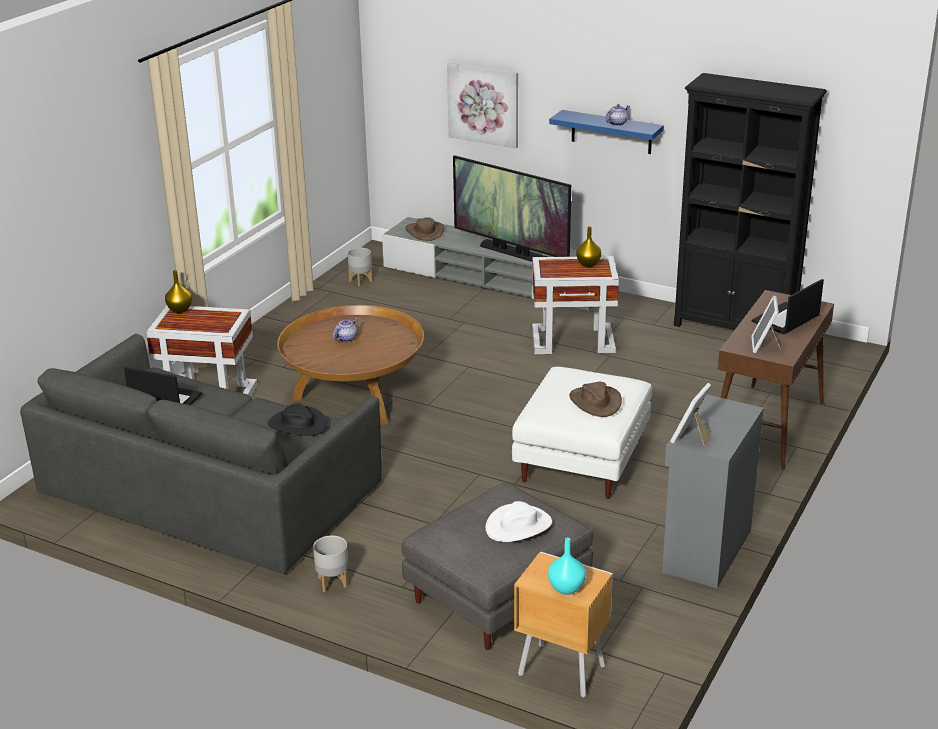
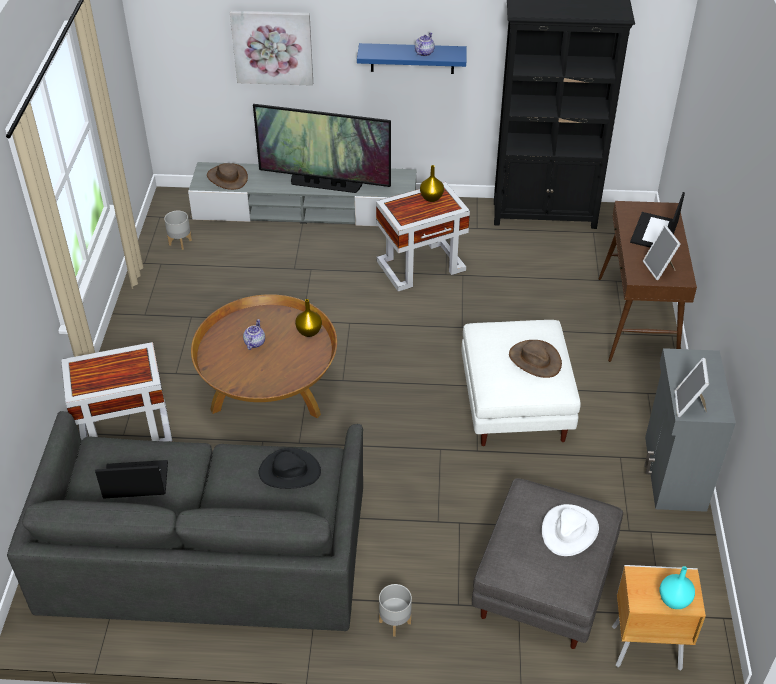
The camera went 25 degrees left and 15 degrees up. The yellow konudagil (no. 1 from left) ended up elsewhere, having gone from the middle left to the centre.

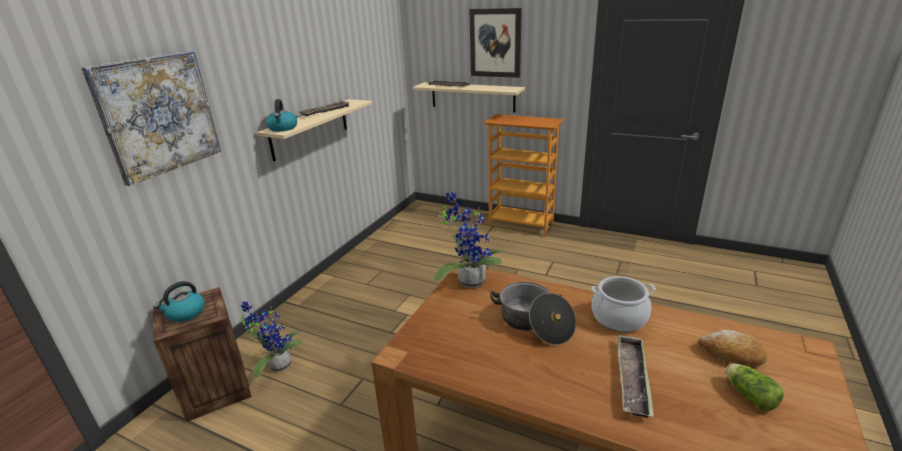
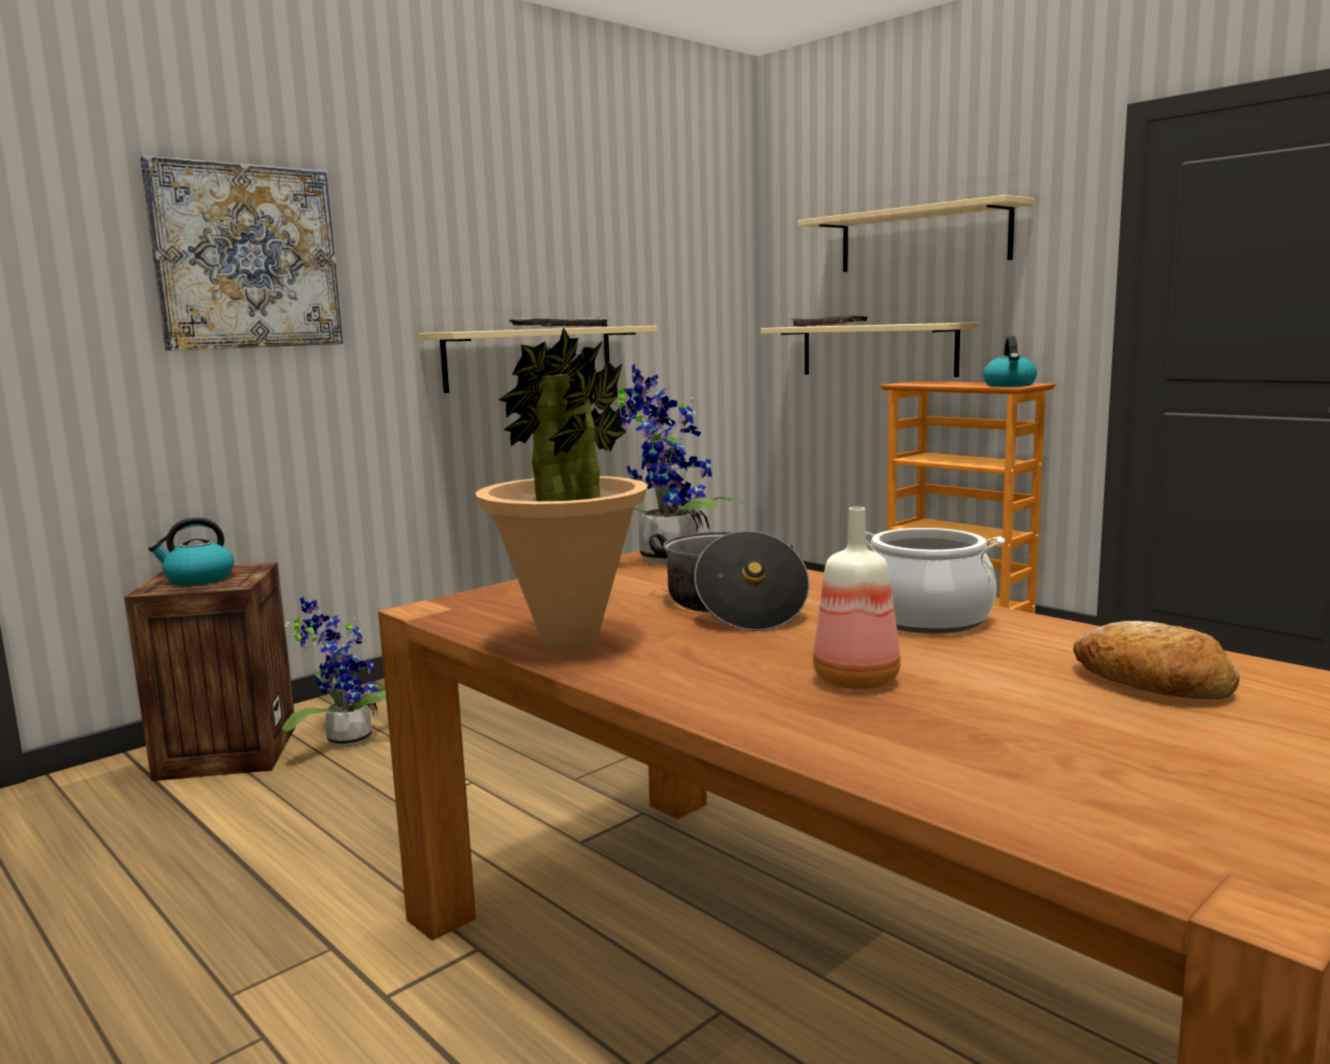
The camera went 20 degrees right and 15 degrees down. The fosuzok (no. 2 from left) ended up elsewhere, having gone from the top left to the middle right. Where the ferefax (no. 2 from left) hung at the top centre, the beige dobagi (no. 3 from left) came to hang at the top right. Where the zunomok (no. 3 from left) stood at the bottom right, the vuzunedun came to stand at the centre. The second view lost the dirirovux at the bottom right. The second view gained the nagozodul (no. 2 from left) at the centre.

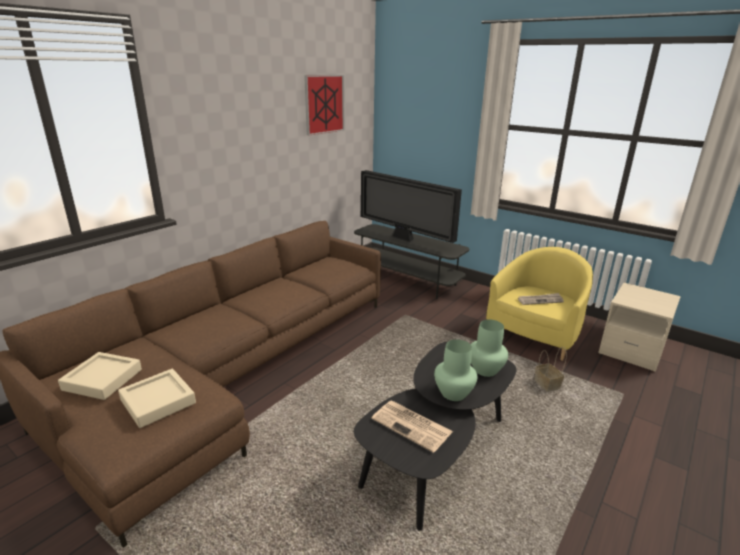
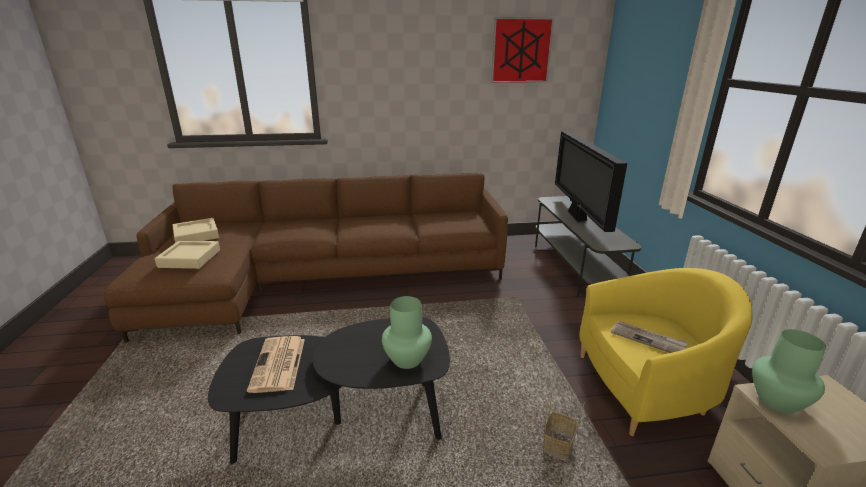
The camera went 45 degrees right and 0 degrees up. The green konudagil (no. 1 from left in the first image) ended up elsewhere, having gone from the bottom centre to the bottom right.

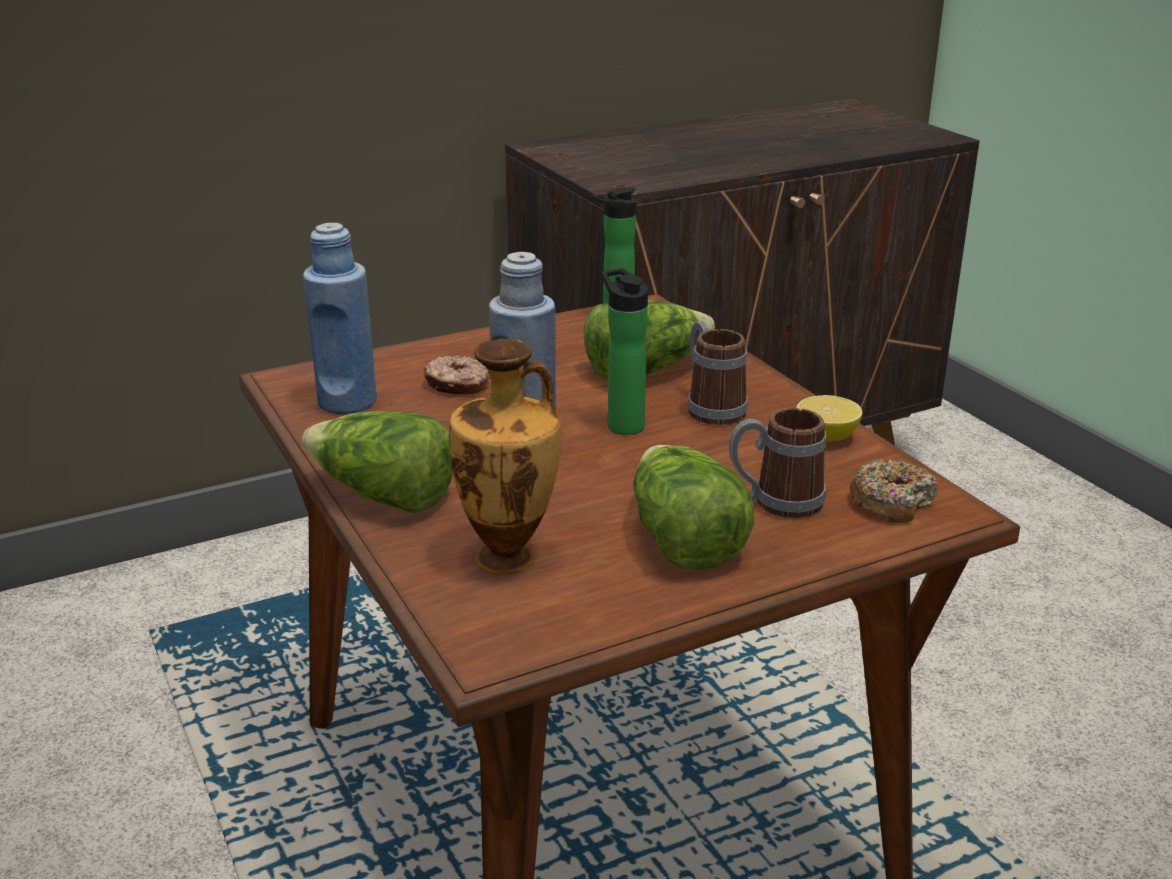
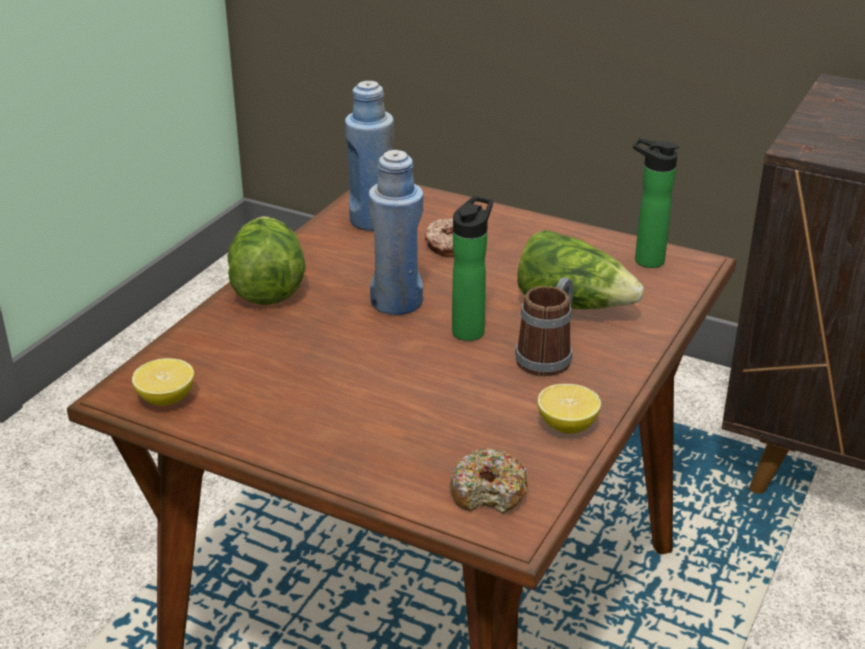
The camera went 55 degrees right and 5 degrees up. The second view lost the konudagil at the centre. The second view lost the dirirovux (no. 3 from left) at the centre. The second view lost the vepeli (no. 2 from left) at the centre. The second view gained the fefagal (no. 1 from left) at the middle left.

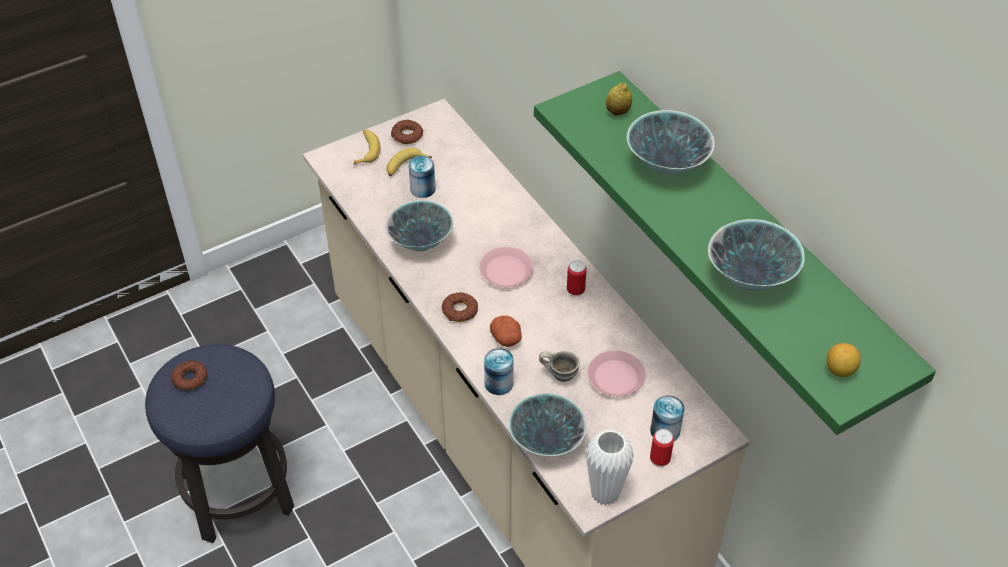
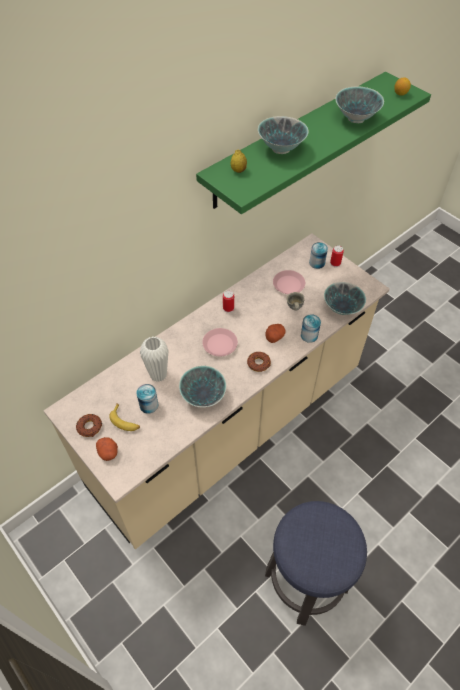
The camera went 100 degrees left and 5 degrees up. The second view lost the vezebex (no. 1 from left) at the middle left. Where the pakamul (no. 1 from left) stood at the top centre, the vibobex (no. 1 from left) came to stand at the middle left. The white konudagil ended up elsewhere, having gone from the bottom centre to the centre.

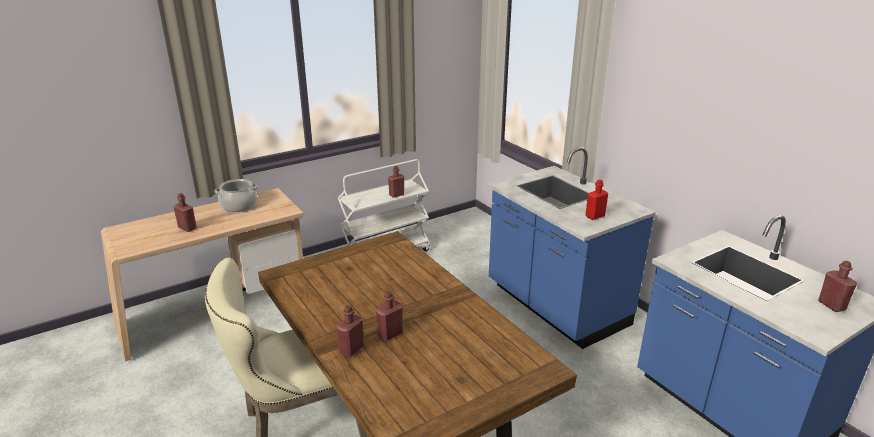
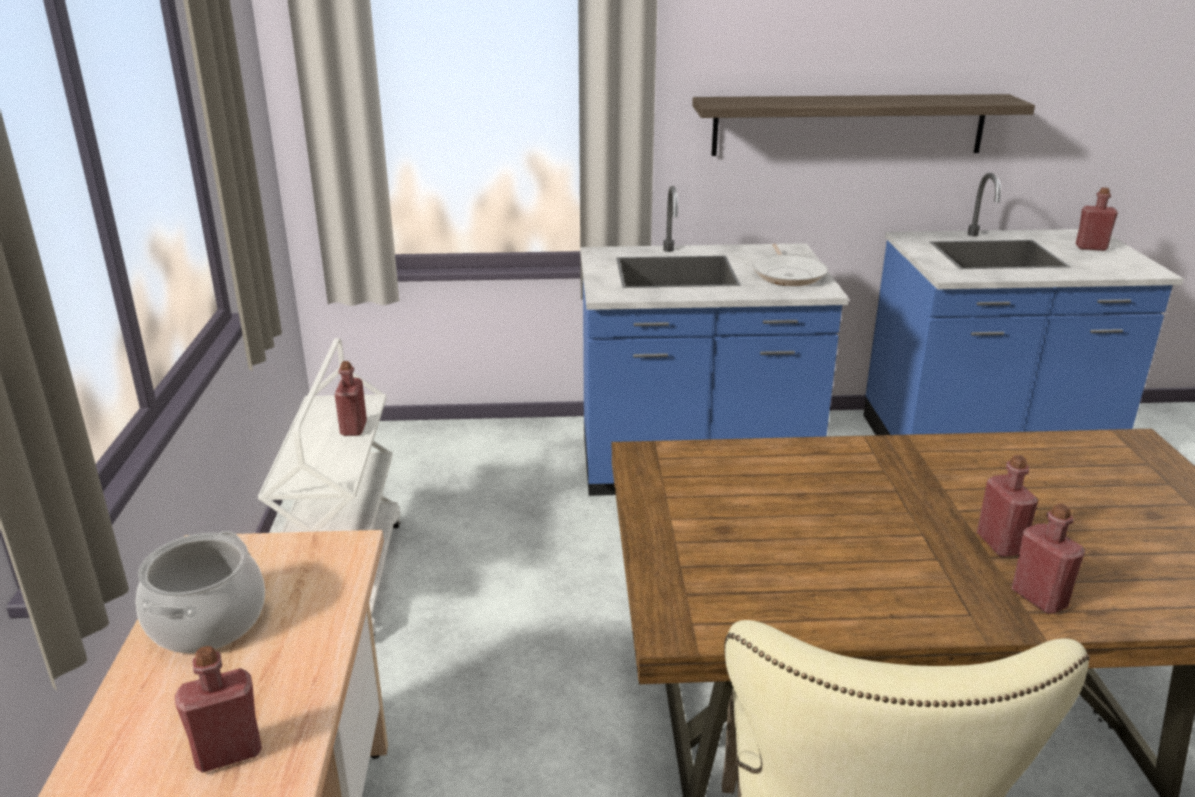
The camera went 60 degrees left and 0 degrees up. Where the red vuzunedun (no. 5 from left) stood at the middle right, the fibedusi came to stand at the top centre. The second view gained the dobagi at the top right.

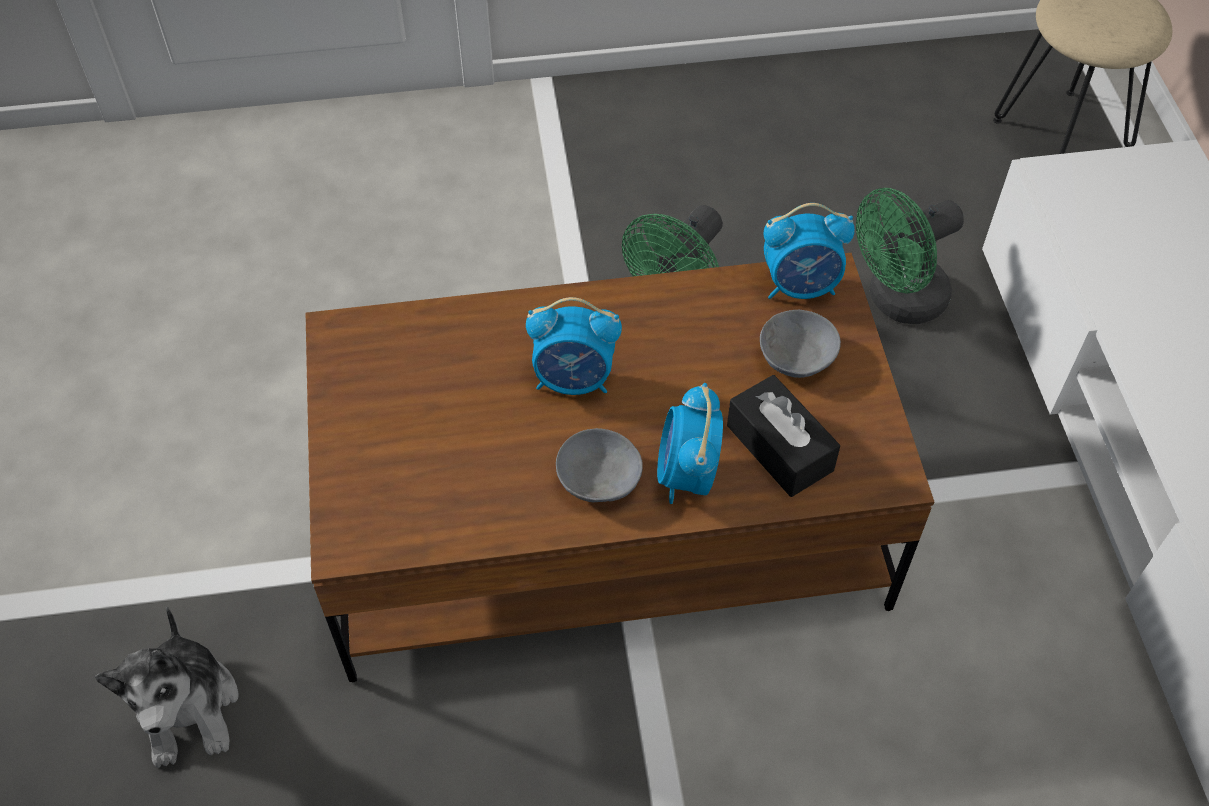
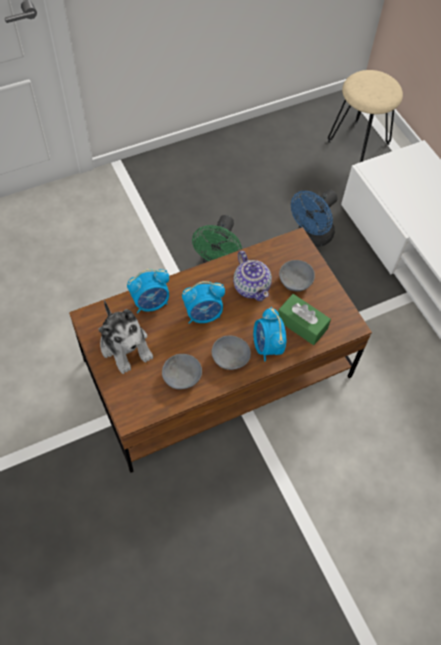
The camera went 20 degrees left and 5 degrees up. The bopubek ended up elsewhere, having gone from the bottom left to the middle left. What was the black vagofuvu at the centre turned into the green vagofuvu at the middle right. The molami (no. 3 from left in the first image) ended up elsewhere, having gone from the top right to the centre. What was the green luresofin (no. 2 from left) at the top right turned into the blue luresofin at the middle right. The second view gained the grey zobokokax (no. 1 from left) at the centre. The second view gained the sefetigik at the centre.

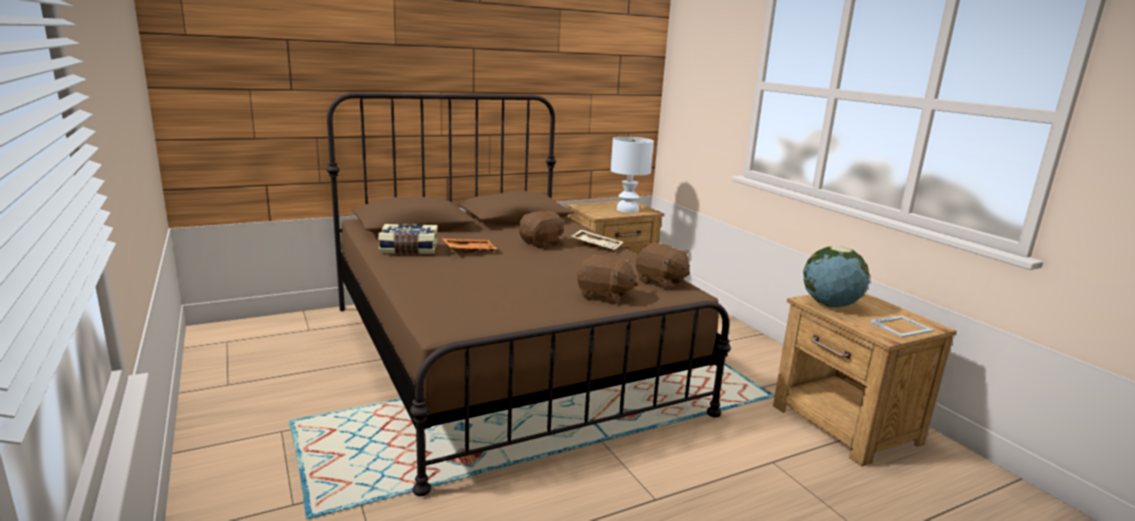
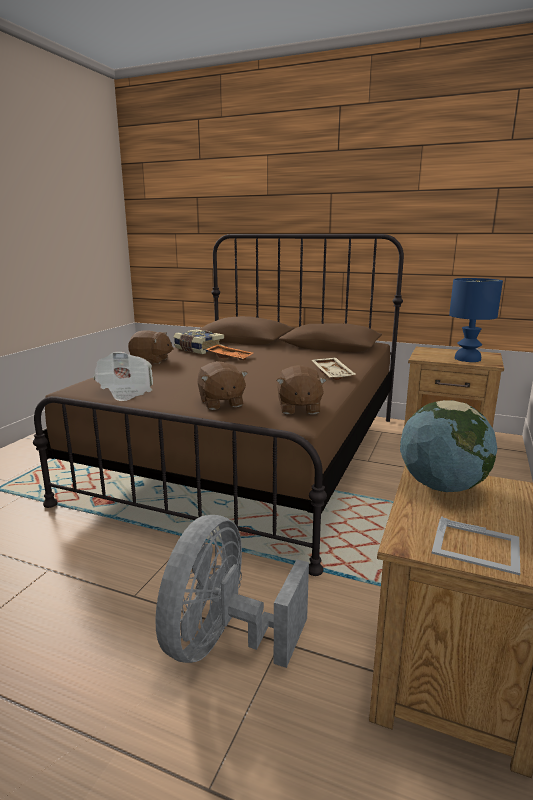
The camera went 50 degrees right and 0 degrees up. The brown bopubek (no. 1 from left) ended up elsewhere, having gone from the centre to the middle left. What was the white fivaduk at the centre turned into the blue fivaduk at the middle right. The second view gained the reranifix at the middle left. The second view gained the grey luresofin at the bottom centre.

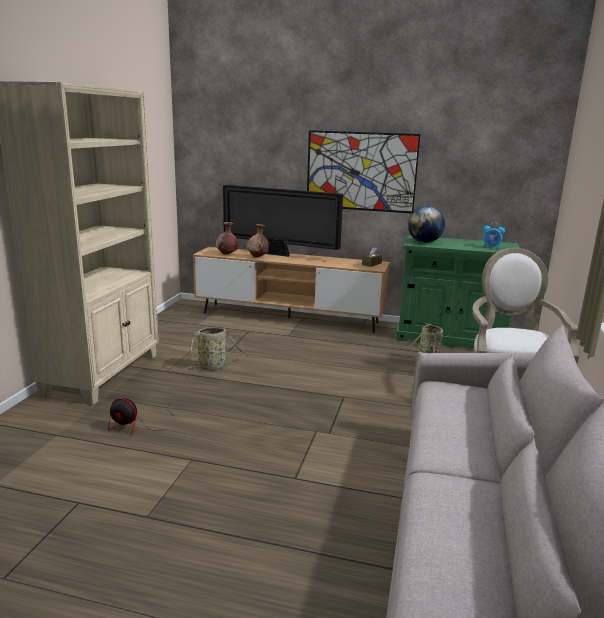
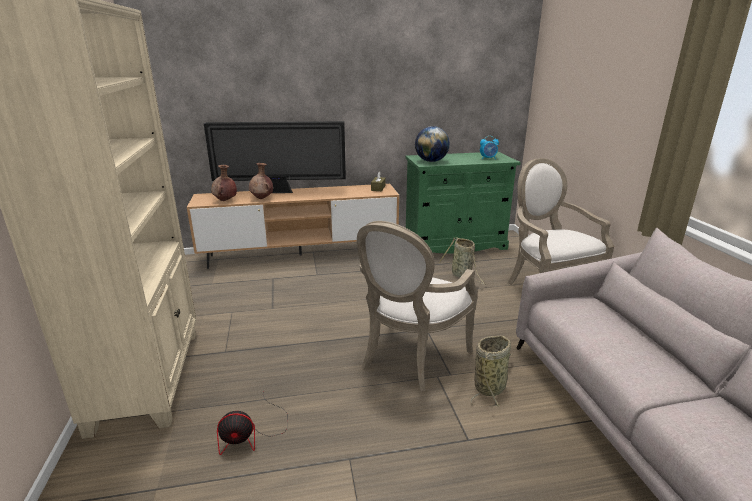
The camera went 25 degrees left and 5 degrees up. The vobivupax (no. 1 from left in the first image) ended up elsewhere, having gone from the centre to the bottom centre. The second view lost the ferefax at the top centre. The second view gained the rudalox (no. 1 from left) at the centre.

